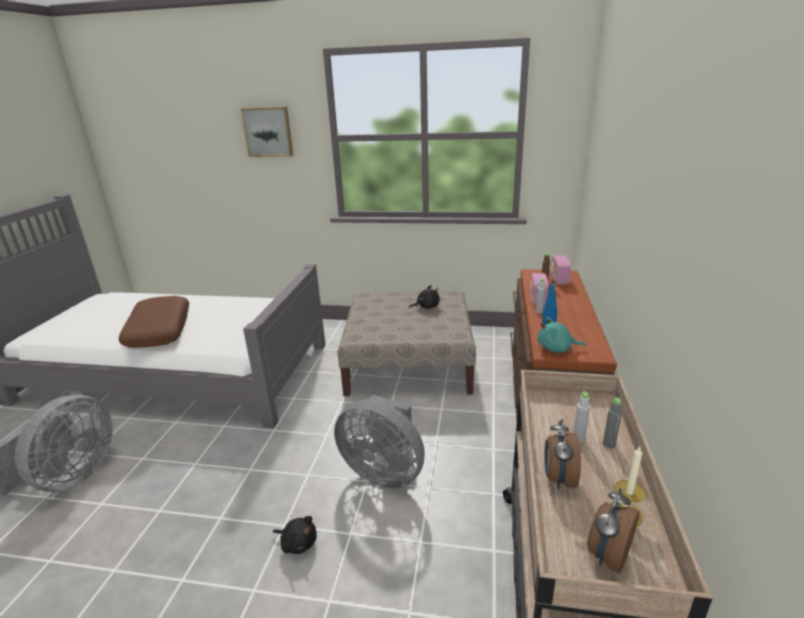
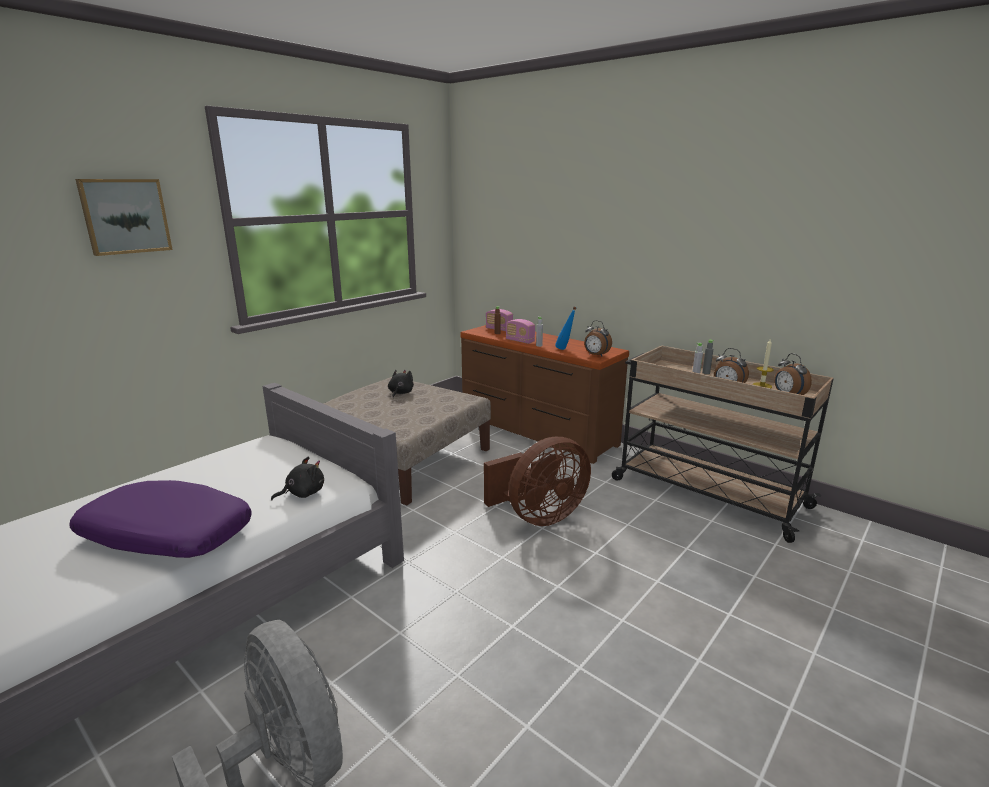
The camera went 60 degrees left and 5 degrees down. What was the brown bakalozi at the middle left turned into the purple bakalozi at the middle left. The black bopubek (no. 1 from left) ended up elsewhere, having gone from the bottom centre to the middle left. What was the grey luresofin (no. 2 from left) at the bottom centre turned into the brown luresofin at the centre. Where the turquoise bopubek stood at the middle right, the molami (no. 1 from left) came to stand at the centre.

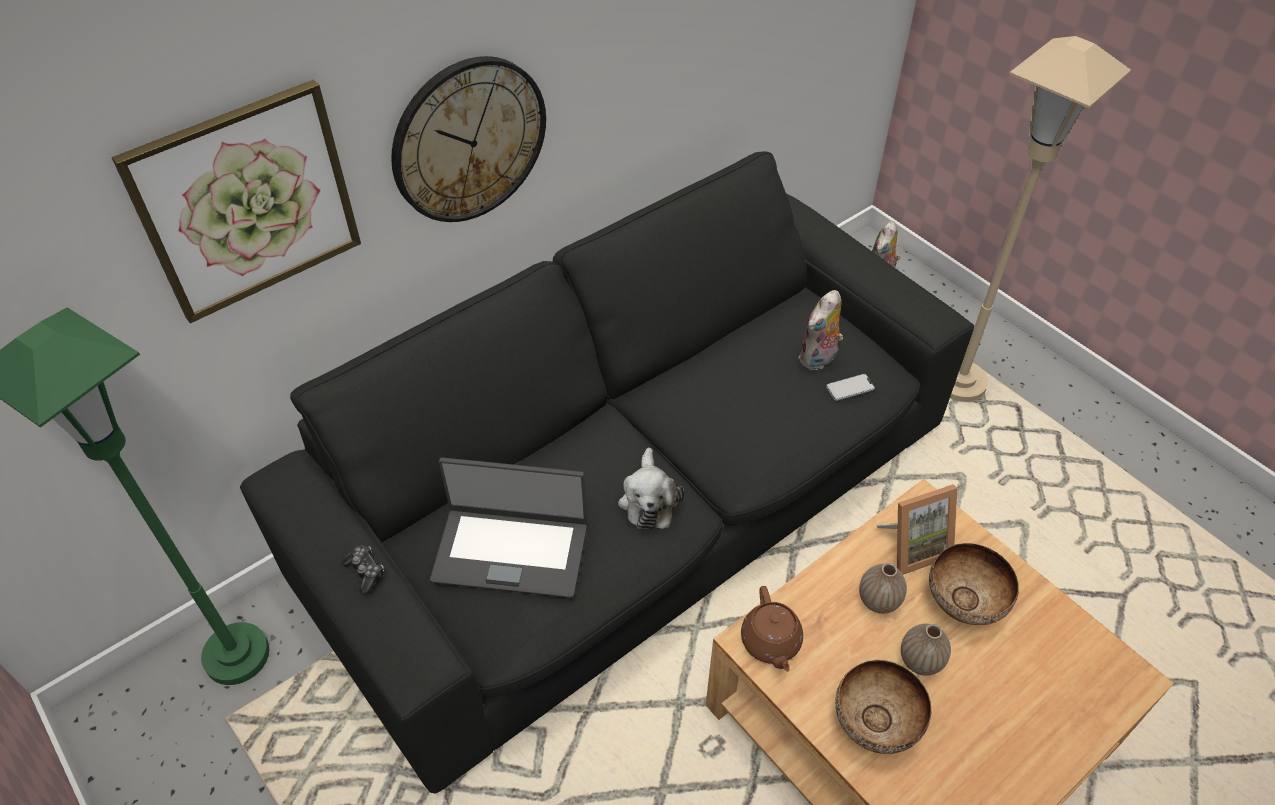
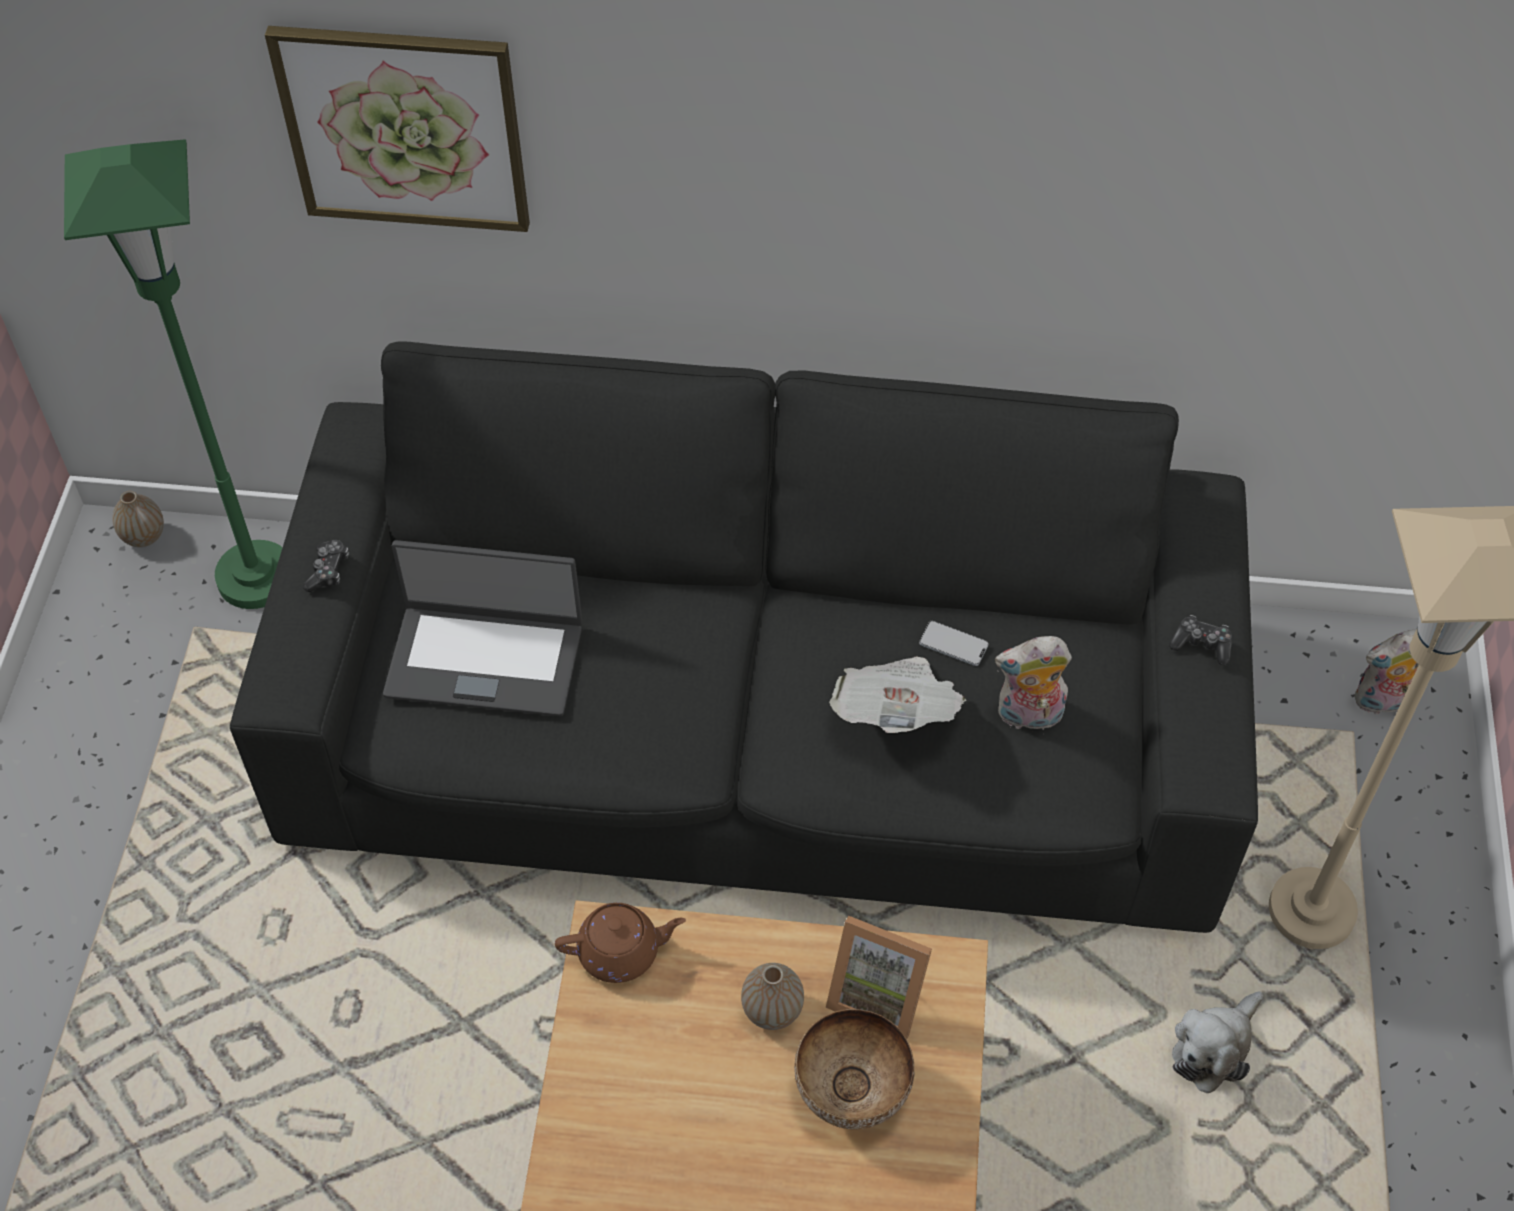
The camera went 45 degrees right and 5 degrees up. The second view lost the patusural at the top centre. The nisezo at the centre ended up facing another way, 45 degrees counterclockwise from before. The bopubek (no. 1 from left in the first image) ended up elsewhere, having gone from the centre to the bottom right. The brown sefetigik at the bottom centre ended up facing another way, 135 degrees counterclockwise from before. The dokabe ended up elsewhere, having gone from the middle right to the centre. The second view lost the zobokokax (no. 1 from left) at the bottom right. The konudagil (no. 2 from left in the first image) ended up elsewhere, having gone from the bottom right to the middle left. The second view gained the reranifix at the centre. The second view gained the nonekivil (no. 2 from left) at the middle right.

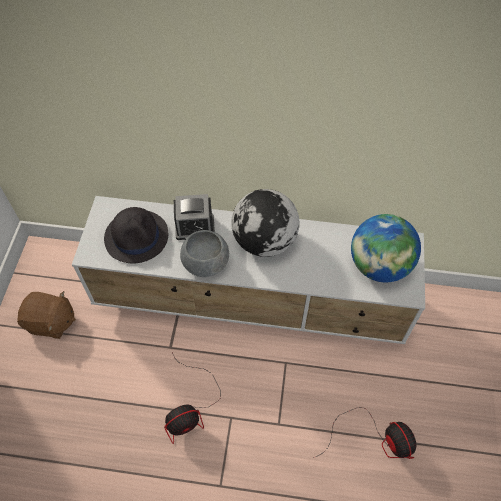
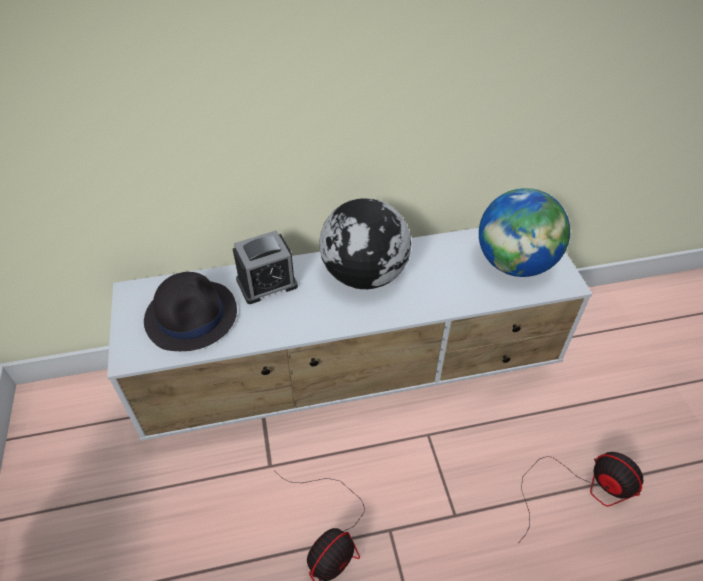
The camera went 20 degrees left and 10 degrees down. The second view lost the brown bopubek at the middle left. The second view lost the grey zobokokax at the centre.

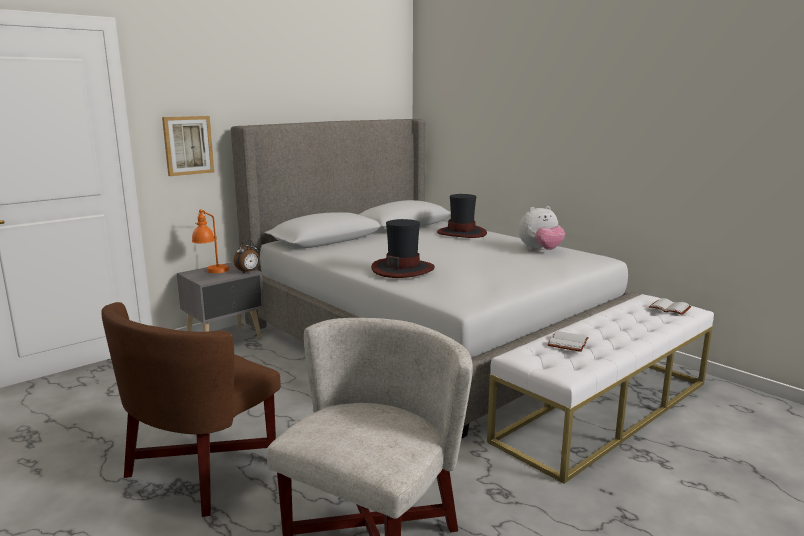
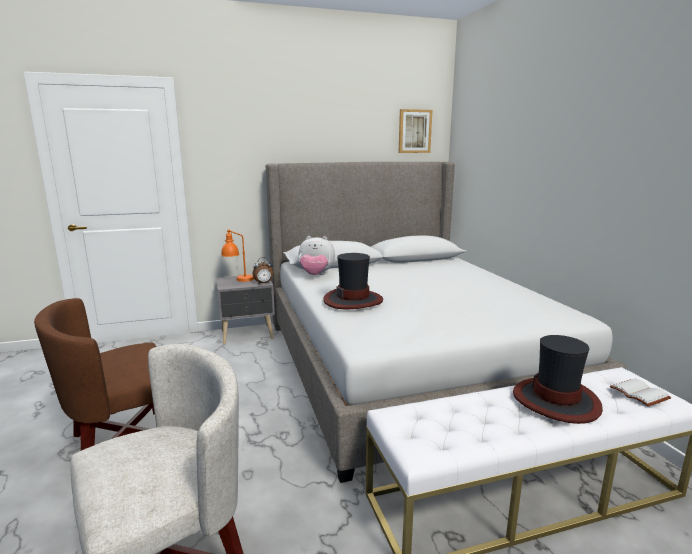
The camera went 25 degrees right and 0 degrees up. The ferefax ended up elsewhere, having gone from the top left to the top centre. The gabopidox (no. 2 from left) ended up elsewhere, having gone from the centre to the bottom right. The bopubek ended up elsewhere, having gone from the middle right to the centre. The second view lost the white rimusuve (no. 1 from left) at the middle right.

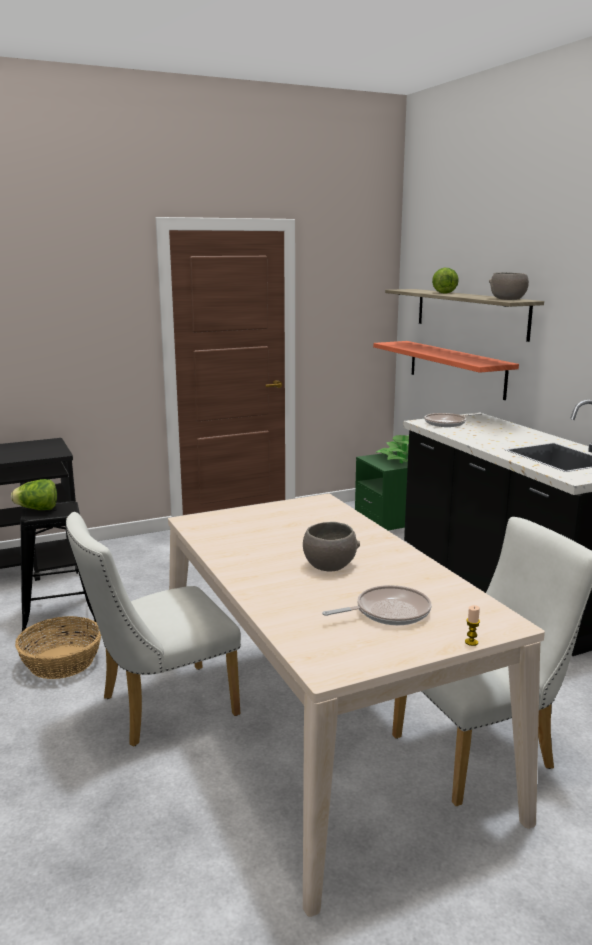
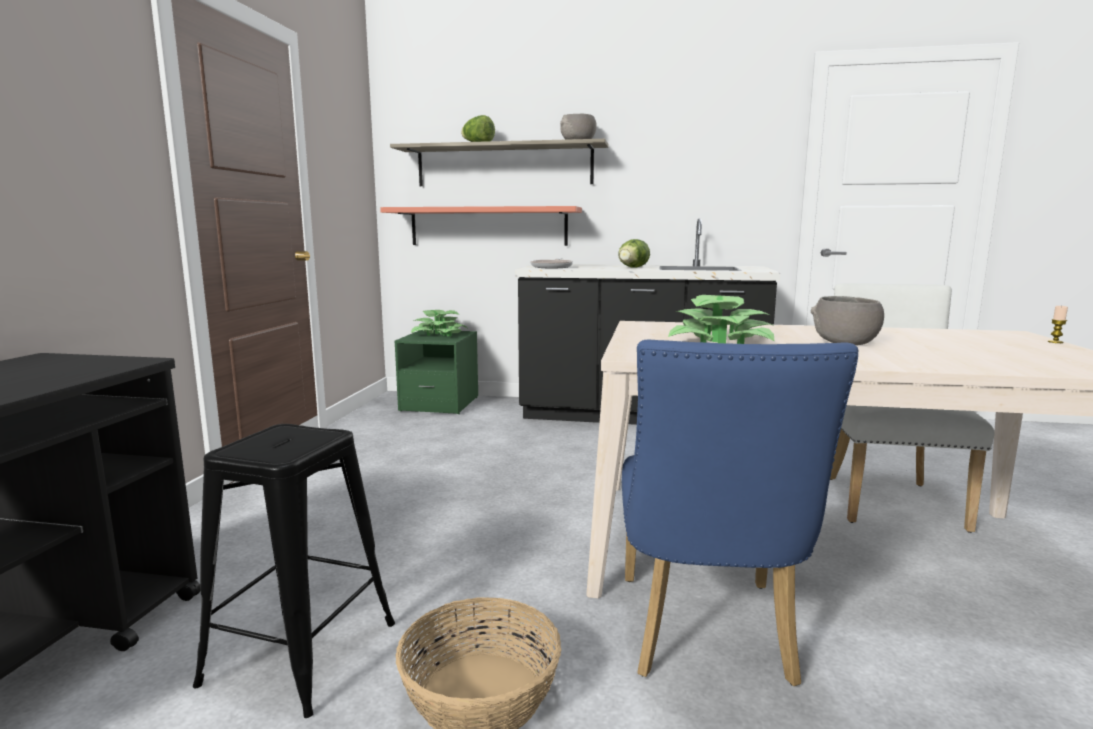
The camera went 55 degrees left and 5 degrees down. The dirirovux (no. 1 from left in the first image) ended up elsewhere, having gone from the middle left to the centre. What was the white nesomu (no. 1 from left) at the middle left turned into the blue nesomu at the bottom right. The second view lost the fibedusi (no. 1 from left) at the centre. The second view gained the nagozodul (no. 2 from left) at the centre.

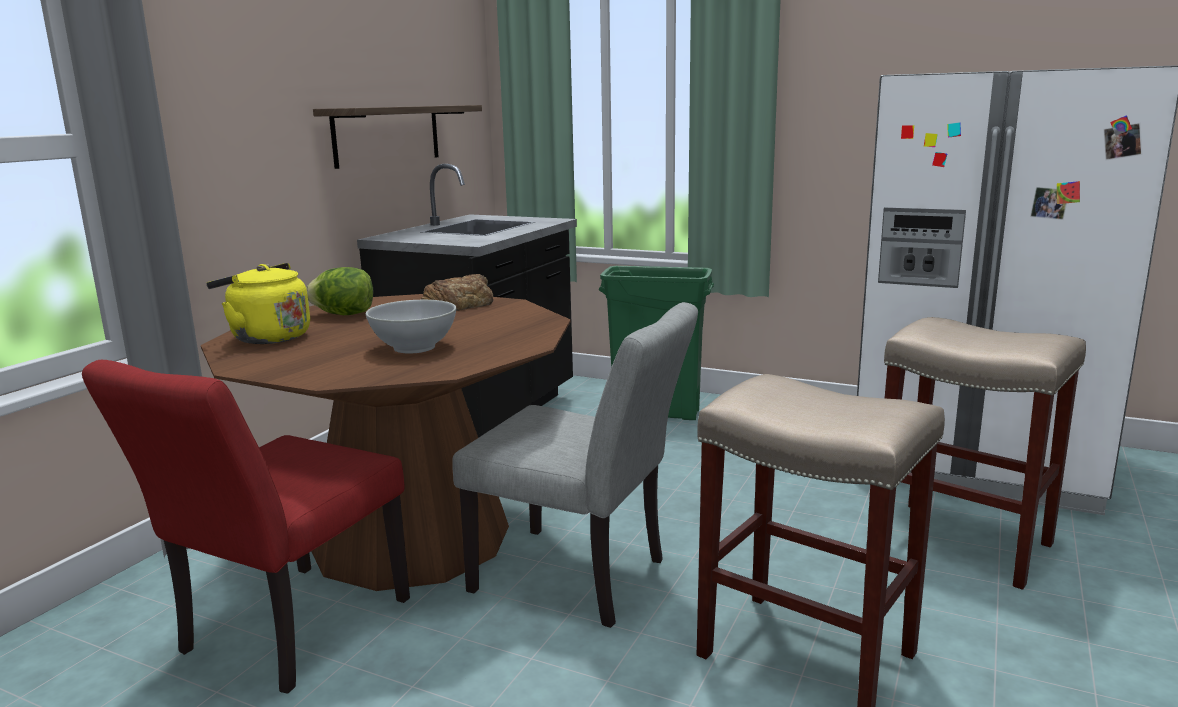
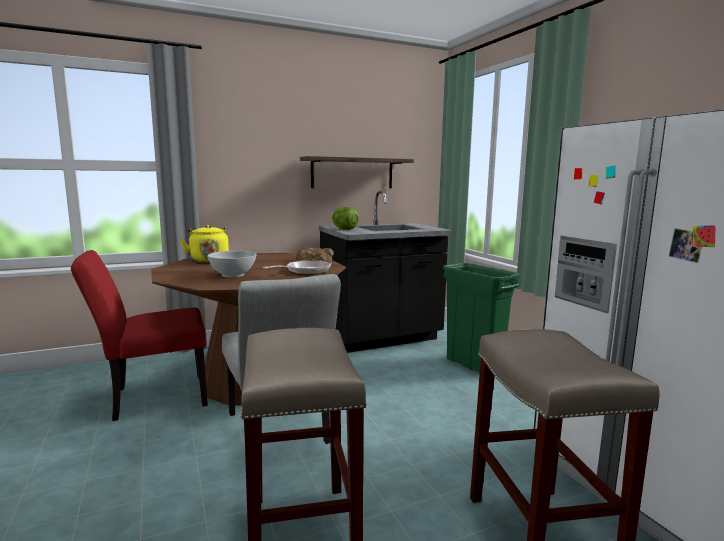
The camera went 40 degrees right and 5 degrees down. The dirirovux ended up elsewhere, having gone from the middle left to the centre. The second view gained the fibedusi at the centre.

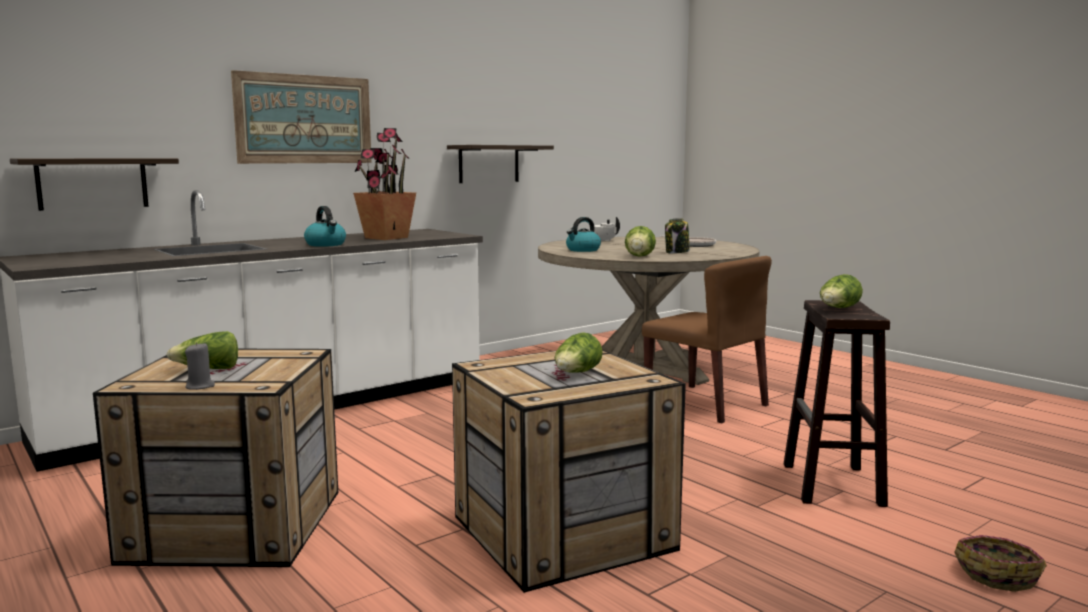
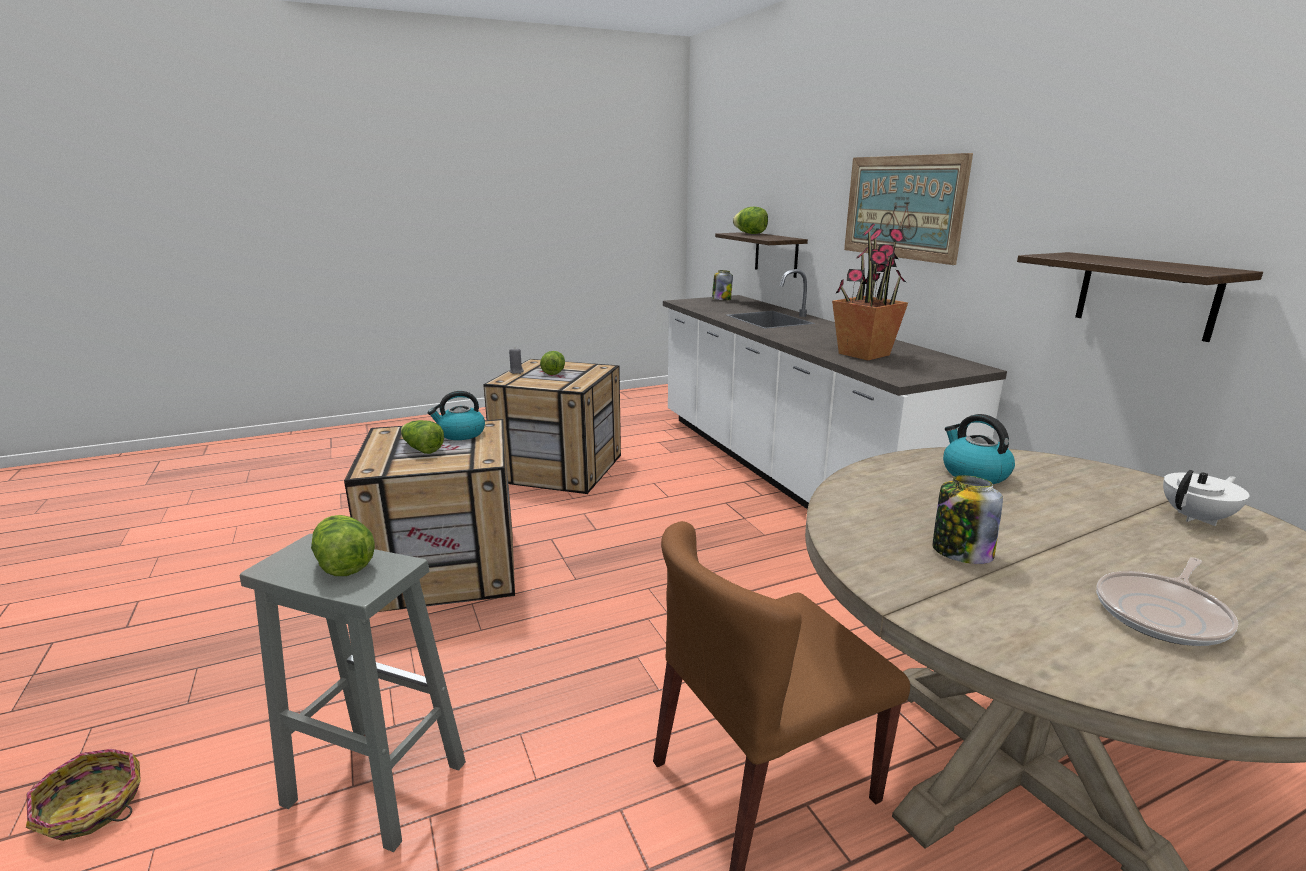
The camera went 105 degrees right and 10 degrees up. The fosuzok (no. 1 from left) ended up elsewhere, having gone from the middle left to the centre. The dirirovux (no. 3 from left in the first image) ended up elsewhere, having gone from the centre to the top centre. What was the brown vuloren at the middle right turned into the grey vuloren at the bottom left. The second view gained the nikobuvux (no. 1 from left) at the top centre.

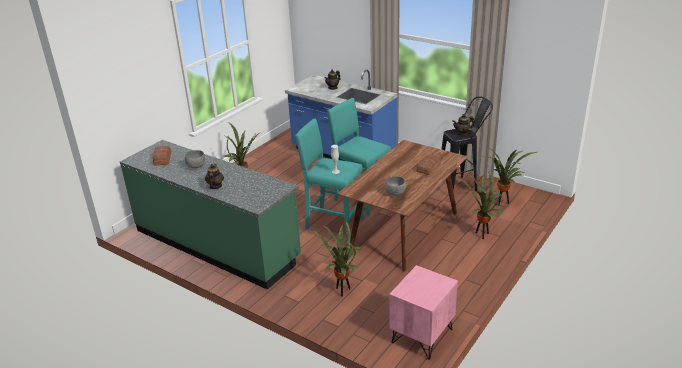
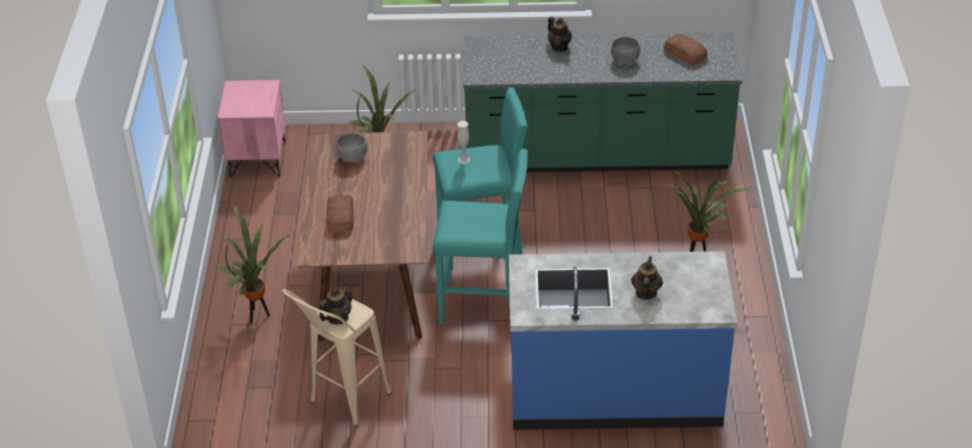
The camera went 145 degrees right and 10 degrees up. What was the black vuloren at the middle right turned into the beige vuloren at the bottom centre. The second view lost the nagozodul (no. 4 from left) at the middle right.

